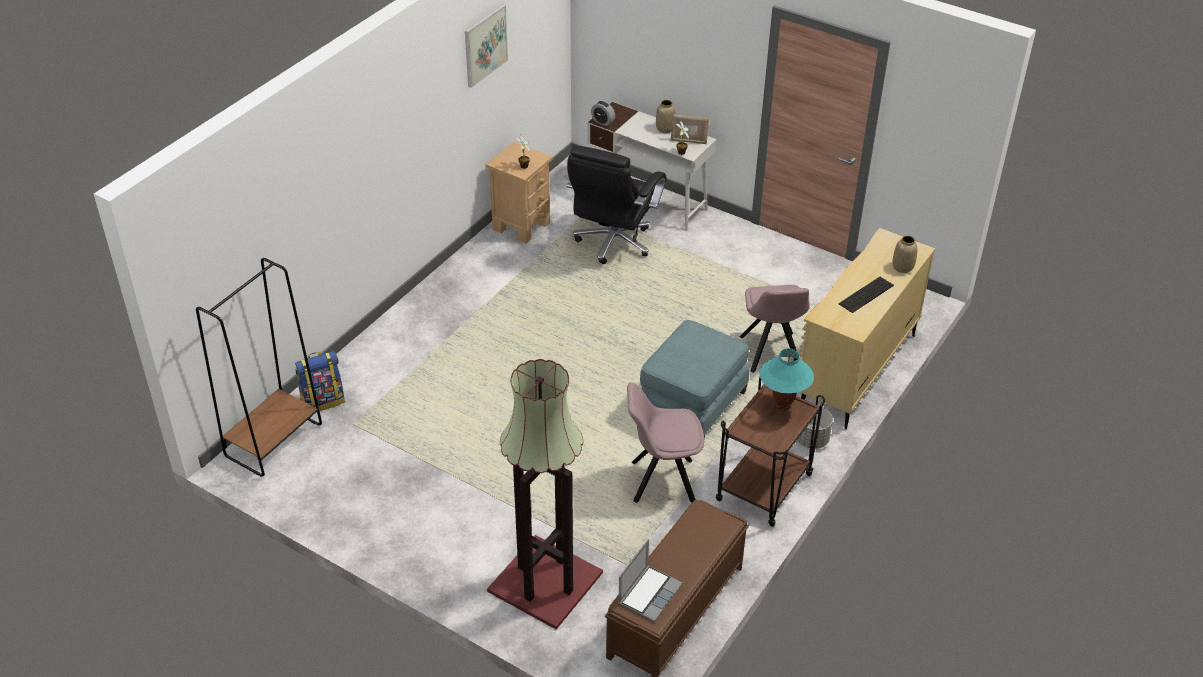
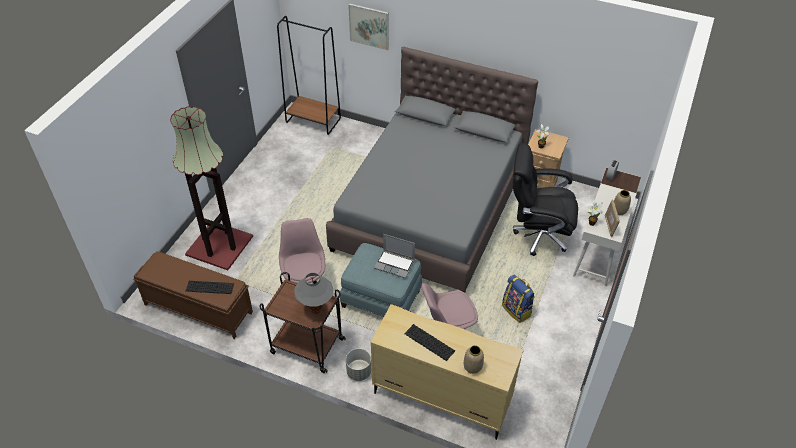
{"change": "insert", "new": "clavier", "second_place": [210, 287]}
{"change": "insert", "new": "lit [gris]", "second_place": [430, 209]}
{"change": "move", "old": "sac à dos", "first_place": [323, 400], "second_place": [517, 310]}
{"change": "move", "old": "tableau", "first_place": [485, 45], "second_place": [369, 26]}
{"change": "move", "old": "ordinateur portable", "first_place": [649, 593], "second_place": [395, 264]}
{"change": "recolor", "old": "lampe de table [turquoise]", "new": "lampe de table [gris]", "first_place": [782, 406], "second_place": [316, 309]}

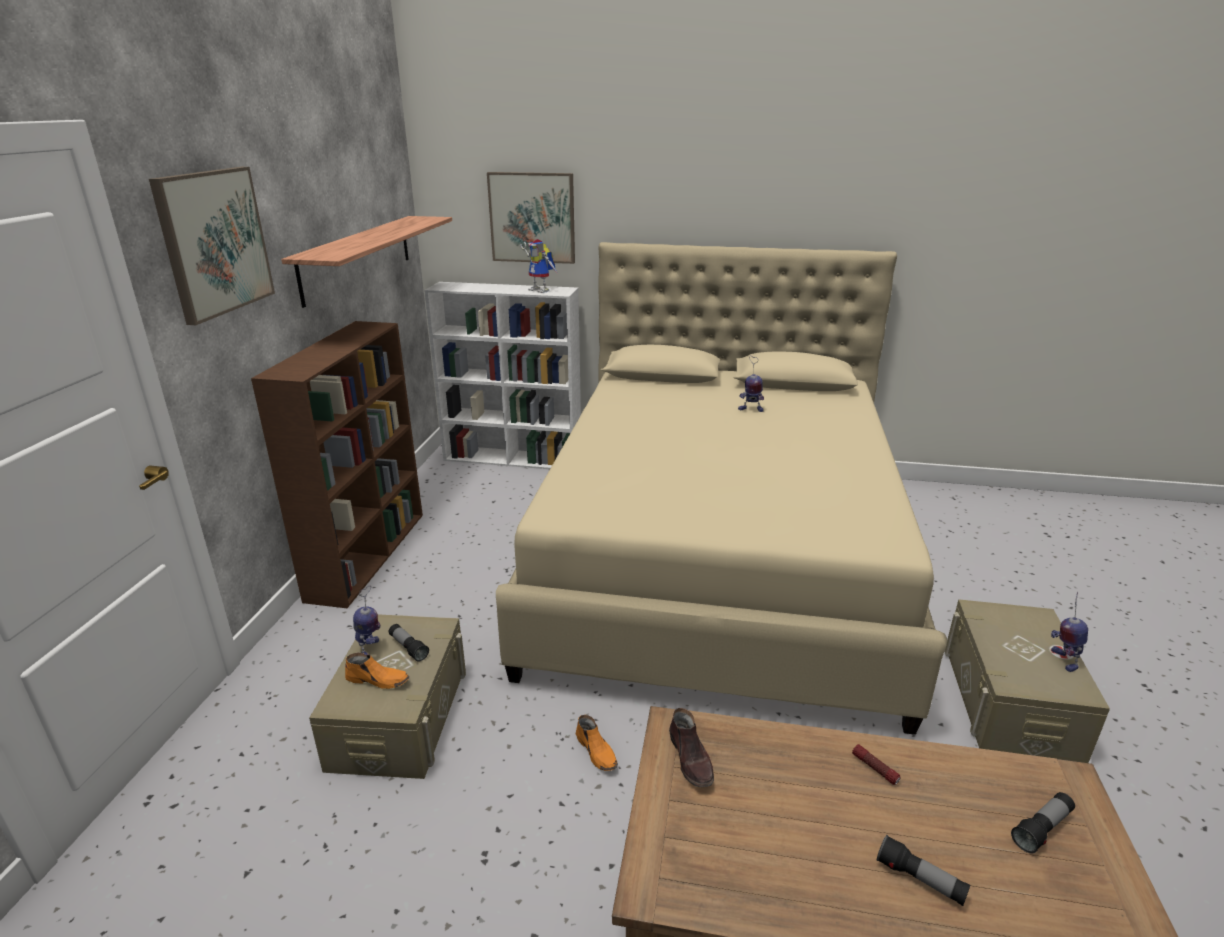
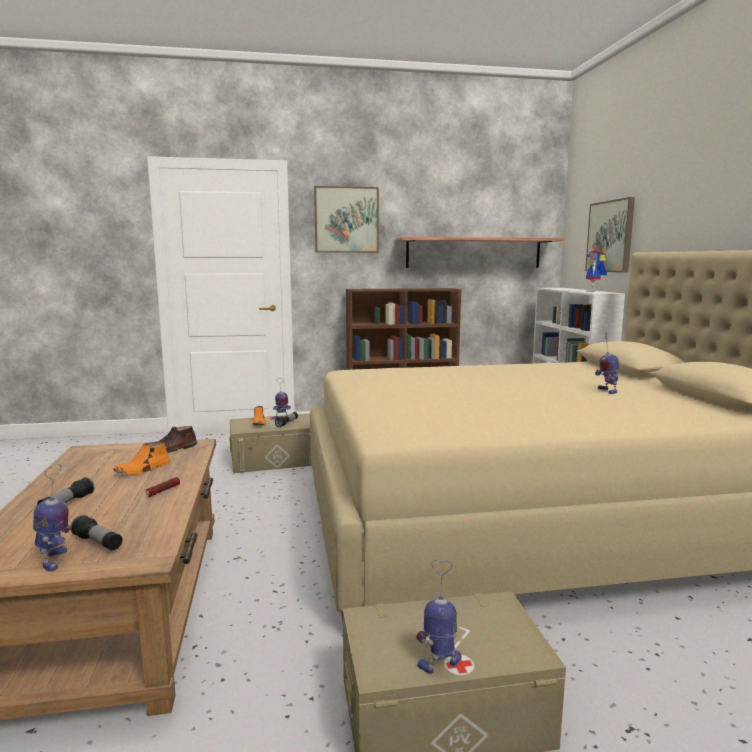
{"change": "insert", "new": "robot jouet", "second_place": [55, 561]}
{"change": "move", "old": "chaussure [orange]", "first_place": [597, 752], "second_place": [143, 469]}

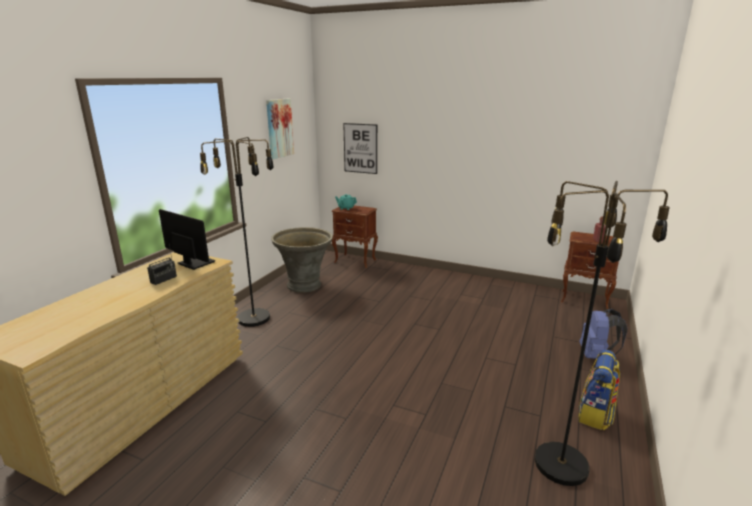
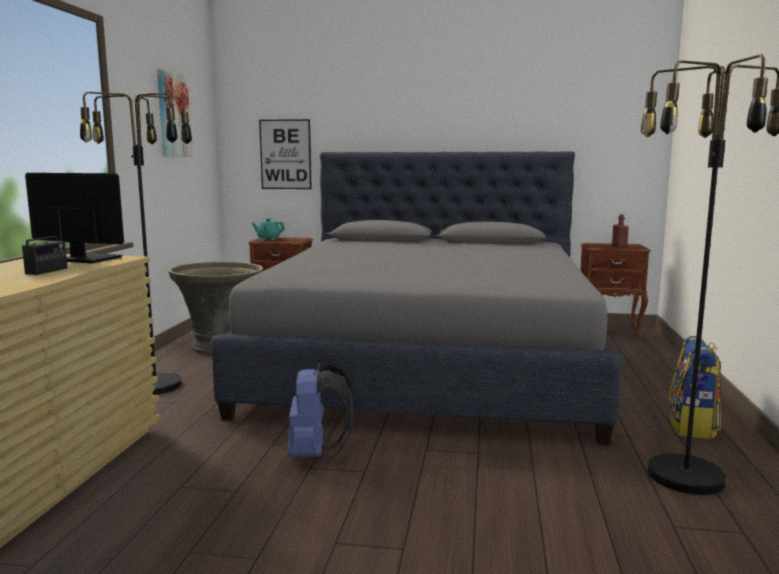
{"change": "insert", "new": "lit [gris]", "second_place": [428, 362]}
{"change": "move", "old": "sac à dos [bleu]", "first_place": [596, 356], "second_place": [316, 454]}

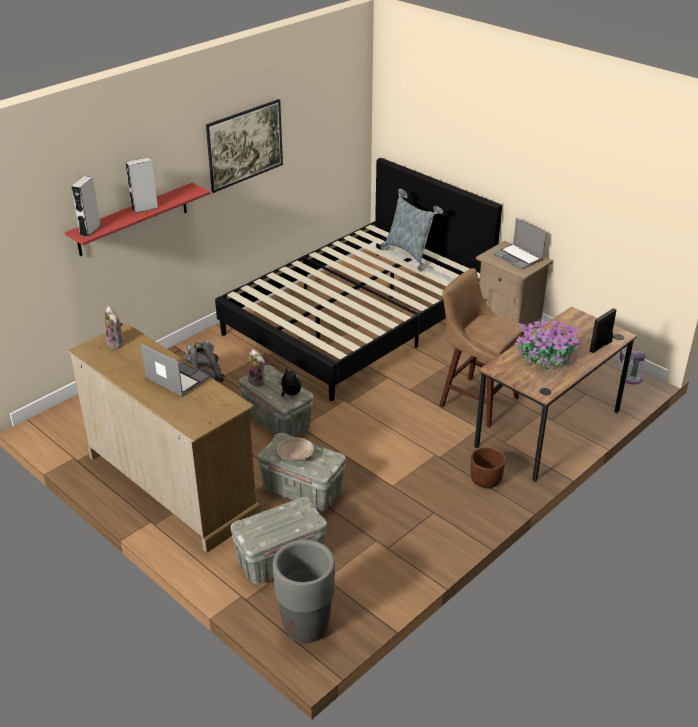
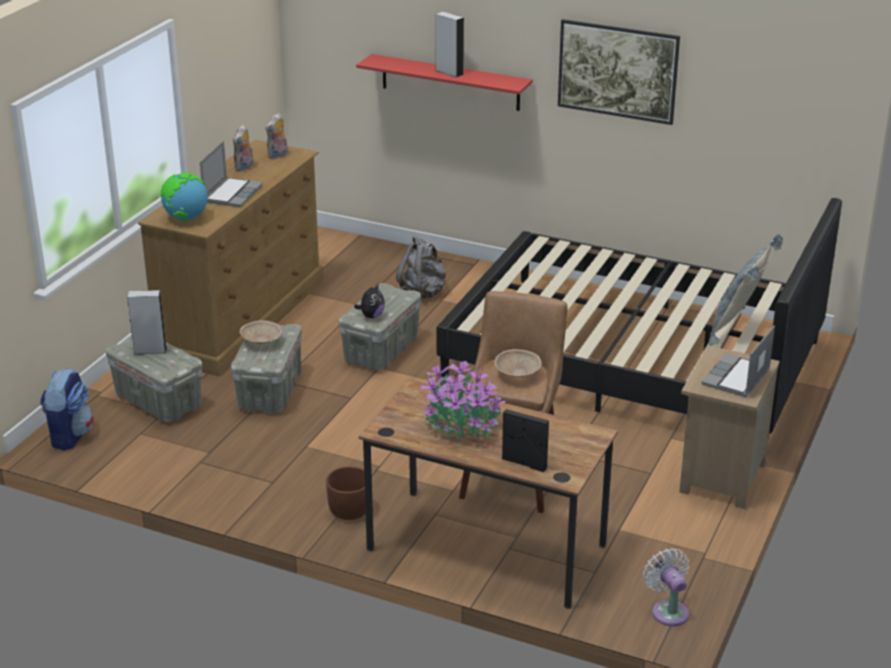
{"change": "insert", "new": "globe", "second_place": [185, 218]}
{"change": "insert", "new": "bol [beige]", "second_place": [517, 374]}
{"change": "move", "old": "enceinte [gris]", "first_place": [90, 230], "second_place": [150, 350]}
{"change": "move", "old": "peluche", "first_place": [258, 381], "second_place": [244, 167]}
{"change": "replace", "old": "cache-pot [gris]", "new": "sac à dos", "first_place": [305, 627], "second_place": [69, 436]}

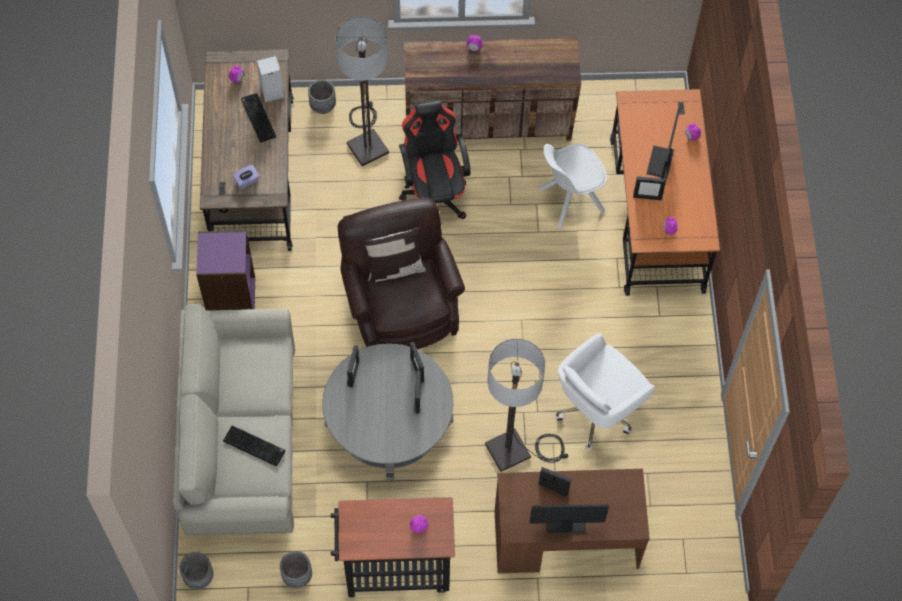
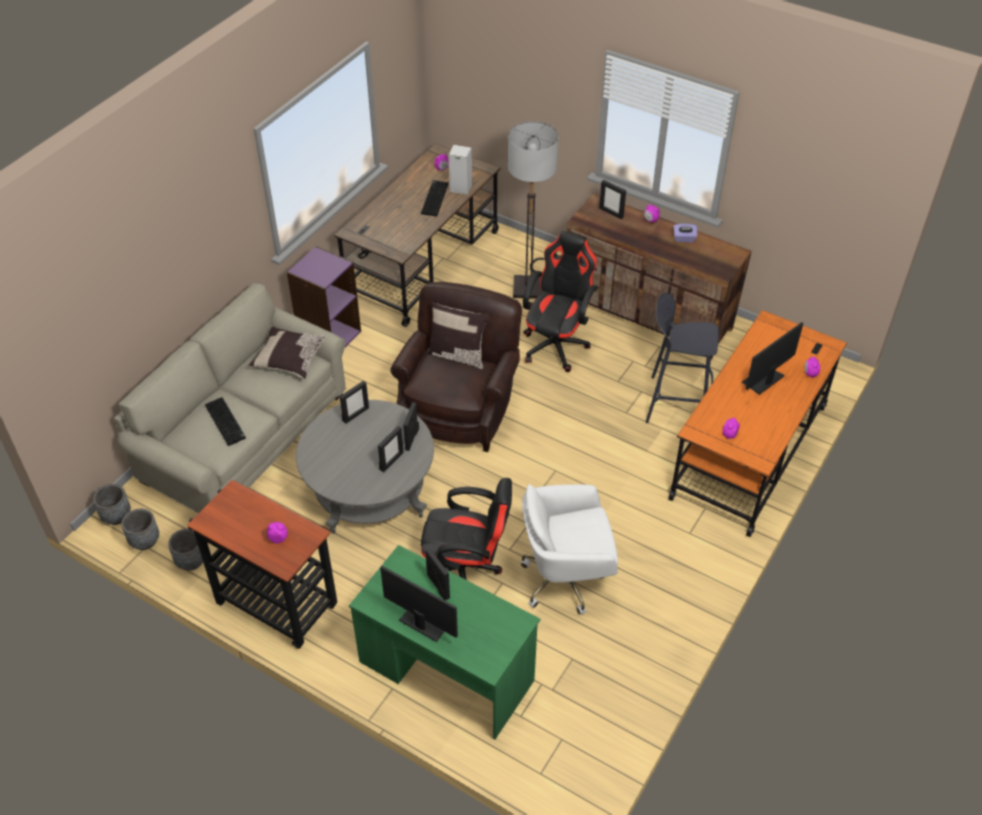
{"change": "insert", "new": "coussin", "second_place": [289, 359]}
{"change": "move", "old": "boîte à mouchoirs [violet]", "first_place": [247, 181], "second_place": [684, 239]}
{"change": "move", "old": "cache-pot [gris]", "first_place": [322, 106], "second_place": [145, 541]}
{"change": "move", "old": "cadre photo", "first_place": [647, 196], "second_place": [611, 212]}
{"change": "replace", "old": "lampadaire", "new": "chaise de bureau [noir]", "first_place": [520, 450], "second_place": [467, 572]}
{"change": "replace", "old": "chaise [blanc]", "new": "tabouret [gris]", "first_place": [570, 200], "second_place": [674, 403]}
{"change": "recolor", "old": "bureau [marron]", "new": "bureau [vert]", "first_place": [565, 539], "second_place": [446, 671]}

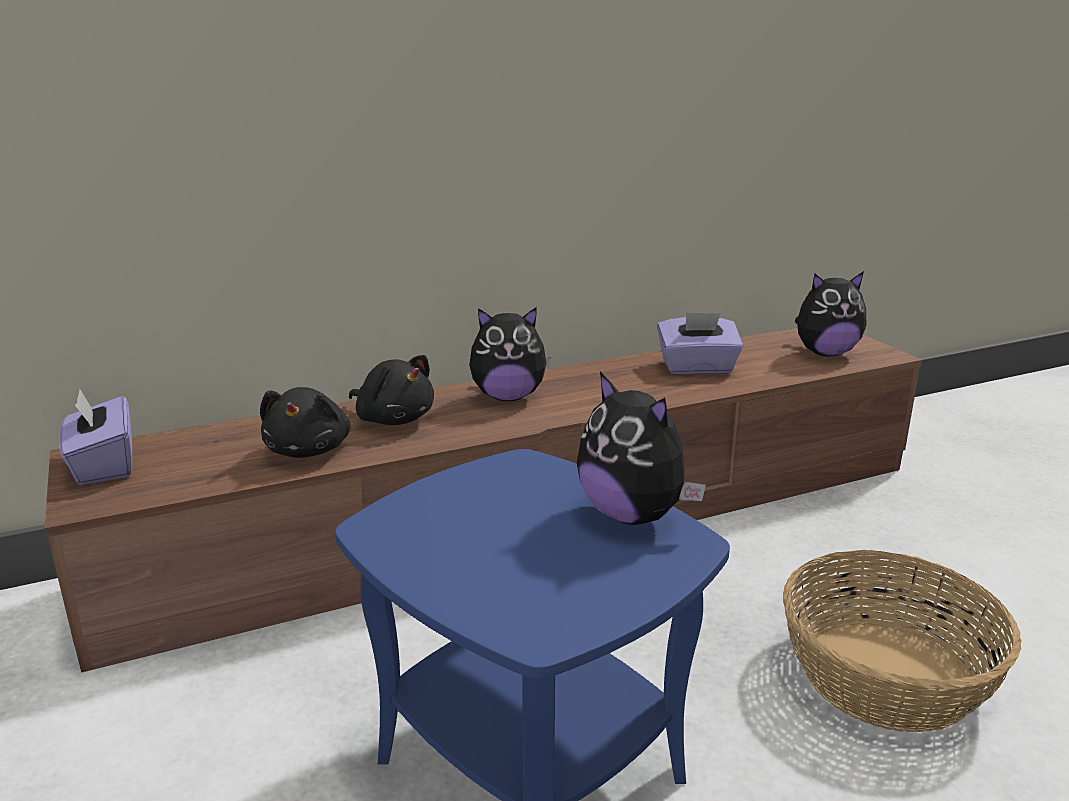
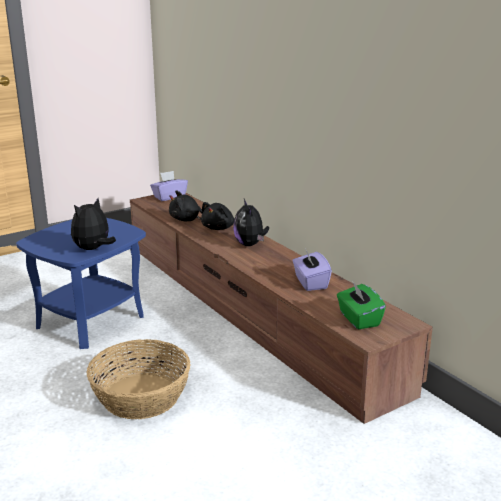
{"change": "replace", "old": "peluche", "new": "boîte à mouchoirs [vert]", "first_place": [825, 353], "second_place": [358, 319]}

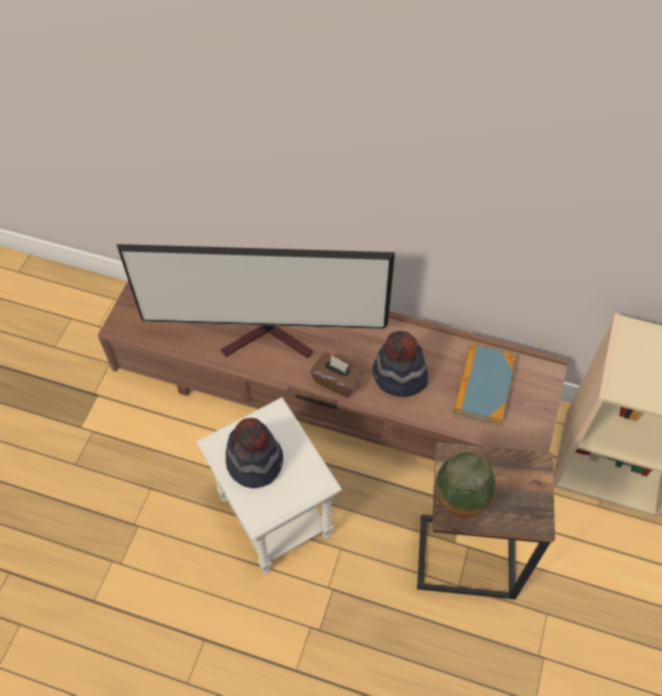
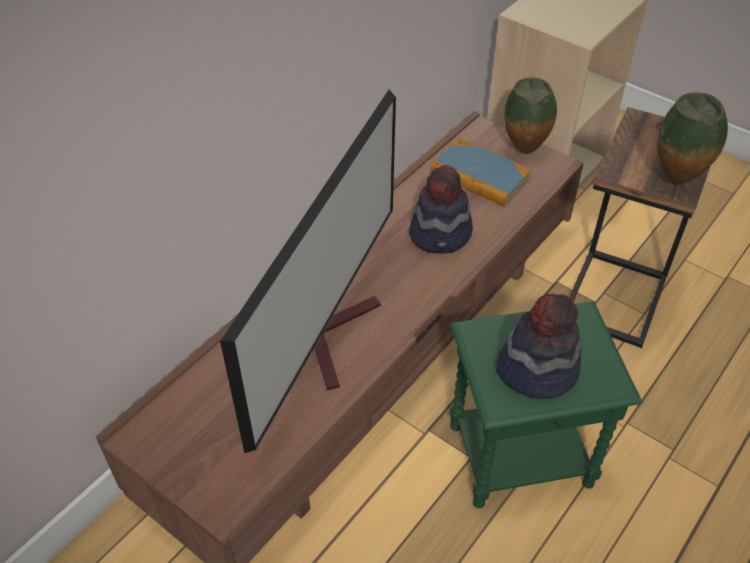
{"change": "delete", "old": "boîte à mouchoirs [marron]", "first_place": [337, 381]}
{"change": "insert", "new": "vase", "second_place": [524, 152]}
{"change": "recolor", "old": "table d'appoint [blanc]", "new": "table d'appoint [vert]", "first_place": [277, 514], "second_place": [519, 451]}

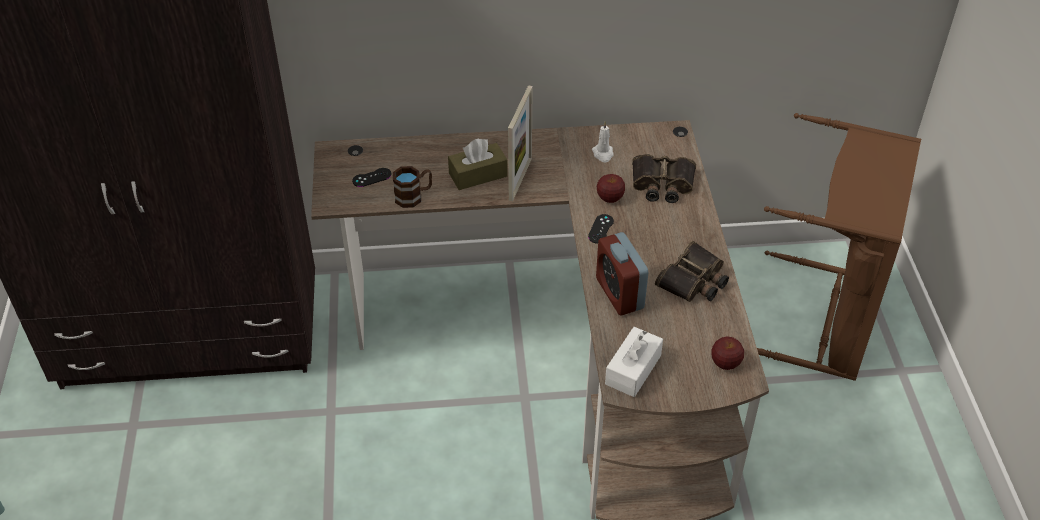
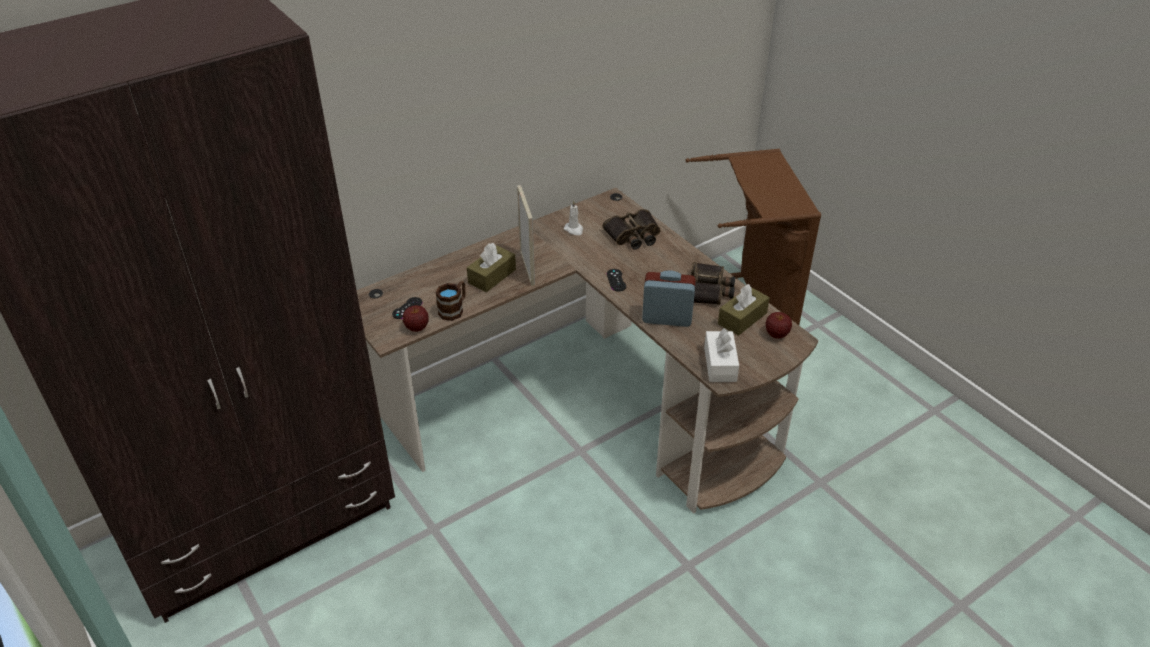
{"change": "insert", "new": "boîte à mouchoirs [marron]", "second_place": [742, 318]}
{"change": "move", "old": "pomme", "first_place": [610, 198], "second_place": [416, 327]}
{"change": "rotate", "old": "réveil", "first_place": [619, 293], "second_place": [667, 318], "degrees": 150}

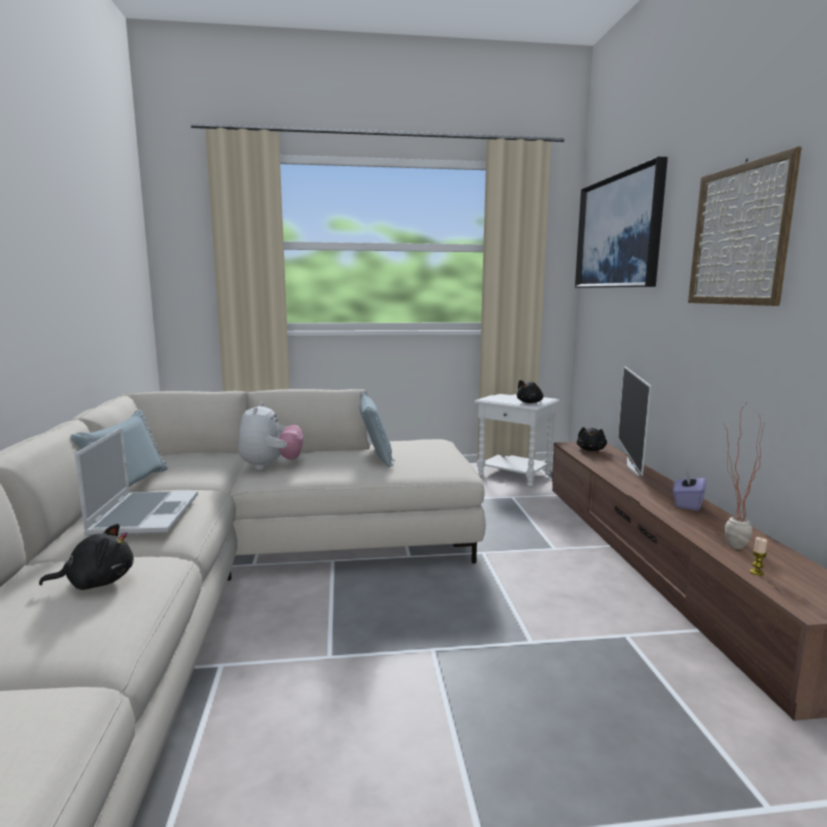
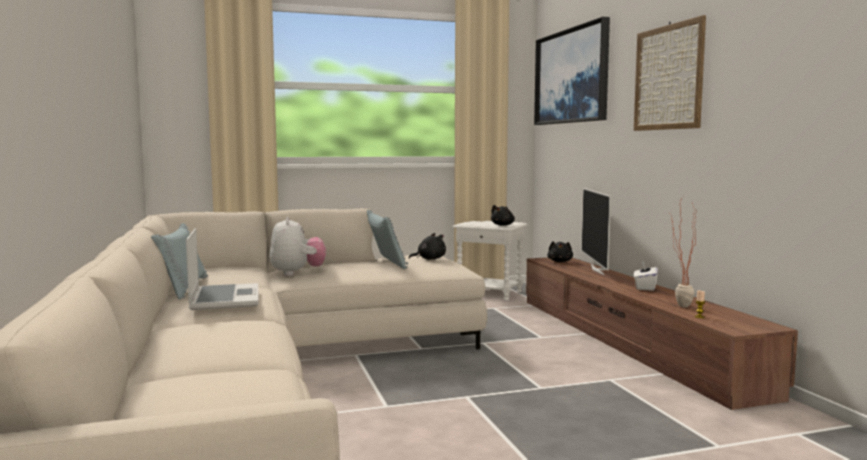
{"change": "move", "old": "peluche [noir]", "first_place": [97, 582], "second_place": [429, 259]}
{"change": "recolor", "old": "boîte à mouchoirs [violet]", "new": "boîte à mouchoirs [blanc]", "first_place": [687, 504], "second_place": [645, 287]}

